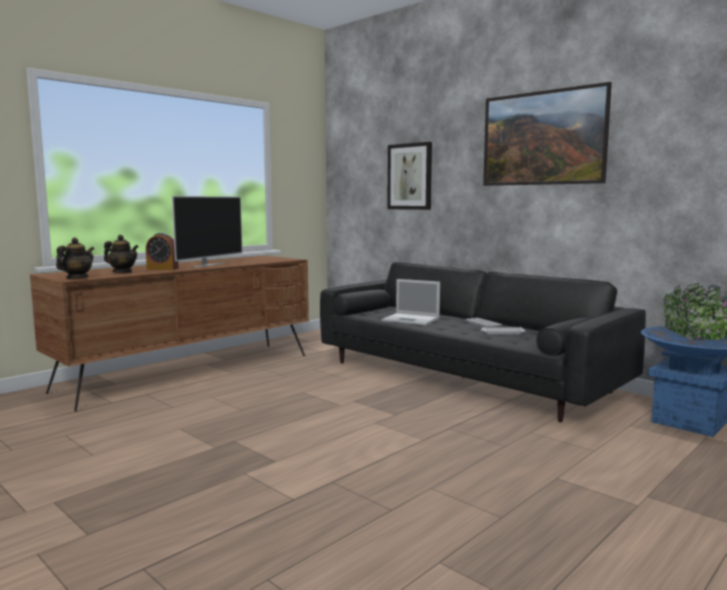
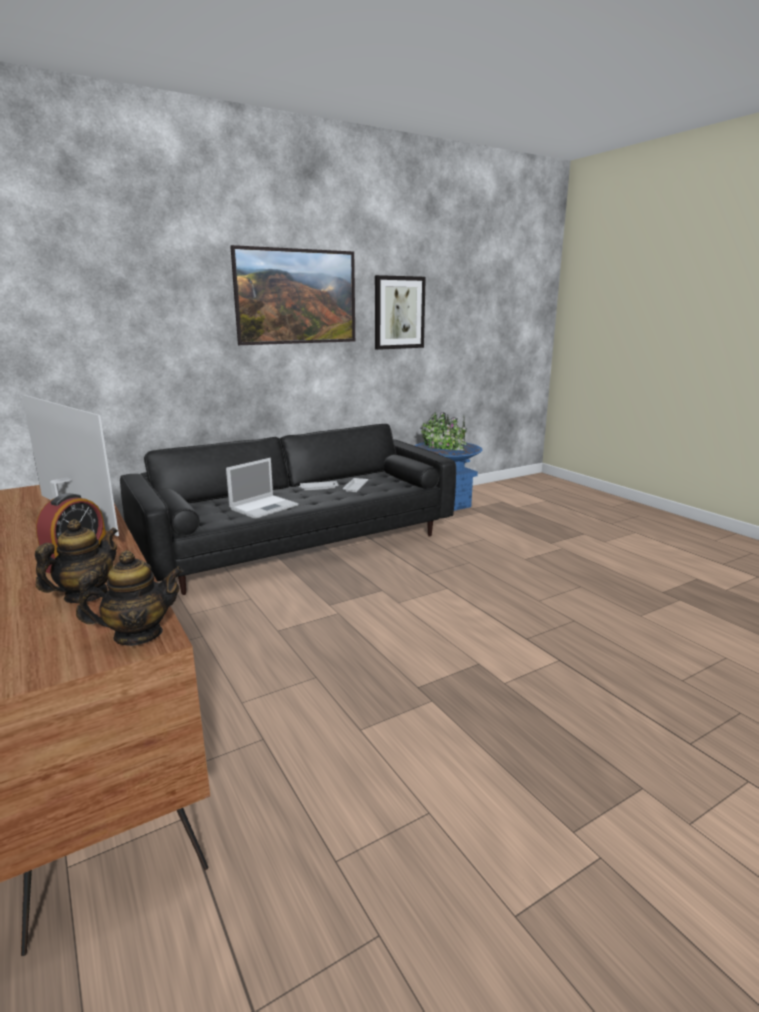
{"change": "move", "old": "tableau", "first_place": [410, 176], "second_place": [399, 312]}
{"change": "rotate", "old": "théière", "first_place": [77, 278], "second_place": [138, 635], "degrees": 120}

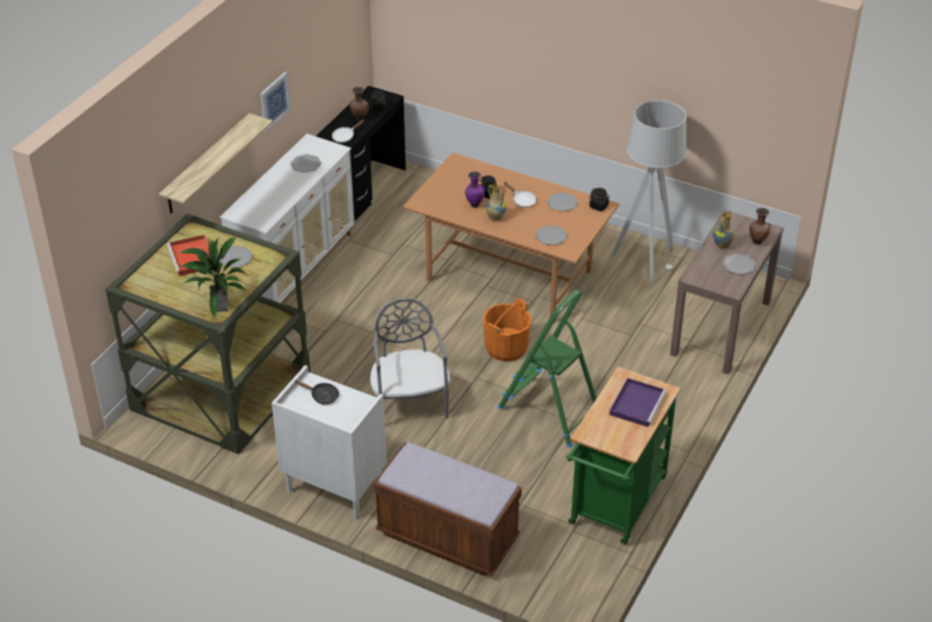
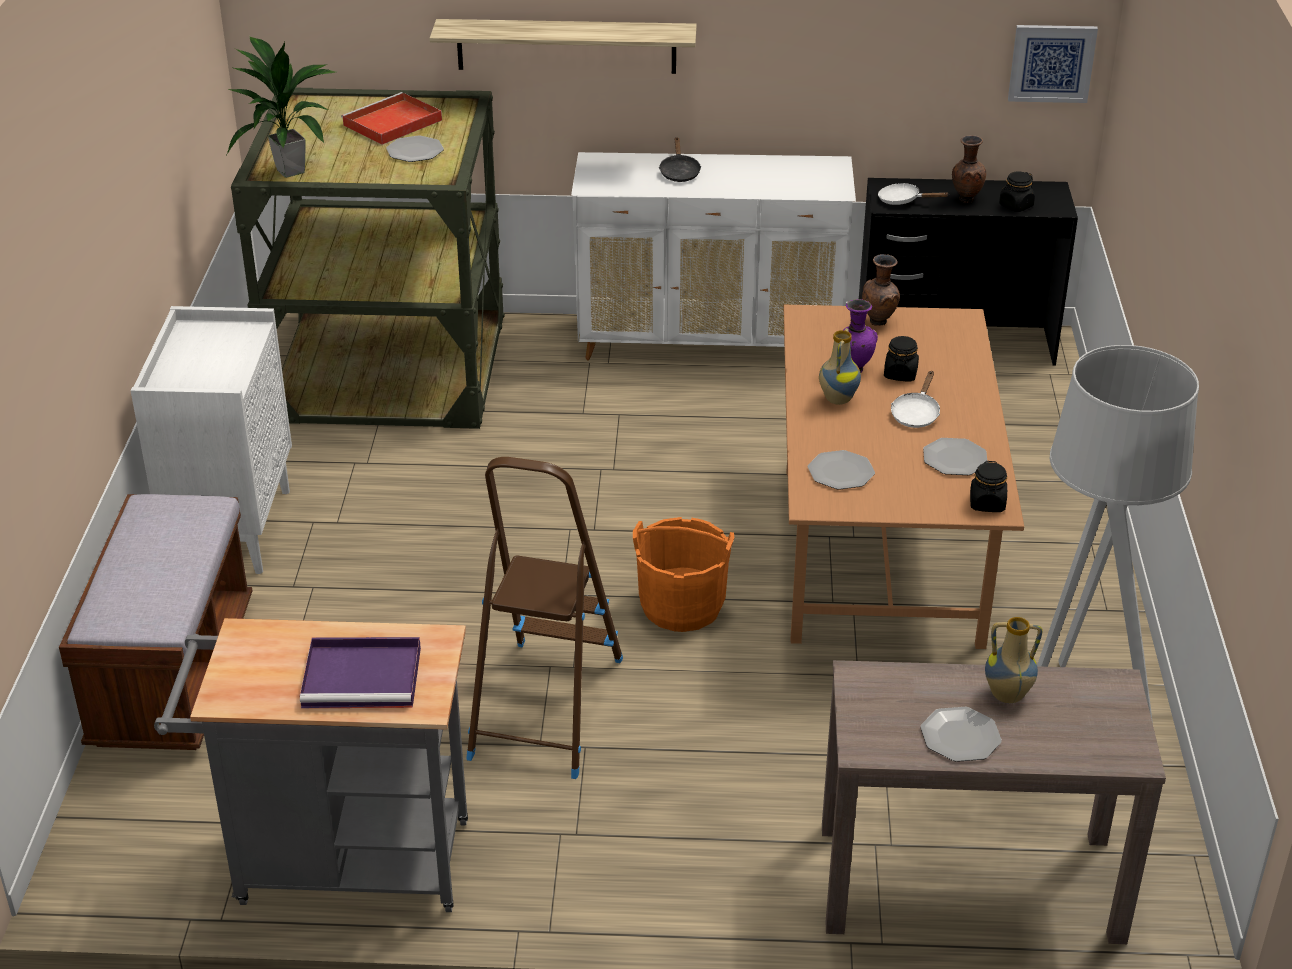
{"change": "delete", "old": "assiette", "first_place": [306, 164]}
{"change": "delete", "old": "chaise [gris]", "first_place": [410, 402]}
{"change": "move", "old": "tableau", "first_place": [274, 101], "second_place": [1051, 63]}
{"change": "move", "old": "poêle [noir]", "first_place": [322, 396], "second_place": [679, 172]}
{"change": "move", "old": "vase [marron]", "first_place": [757, 242], "second_place": [879, 322]}
{"change": "recolor", "old": "escabeau [vert]", "new": "escabeau [marron]", "first_place": [548, 411], "second_place": [547, 705]}
{"change": "recolor", "old": "chariot [vert]", "new": "chariot [gris]", "first_place": [615, 506], "second_place": [339, 863]}

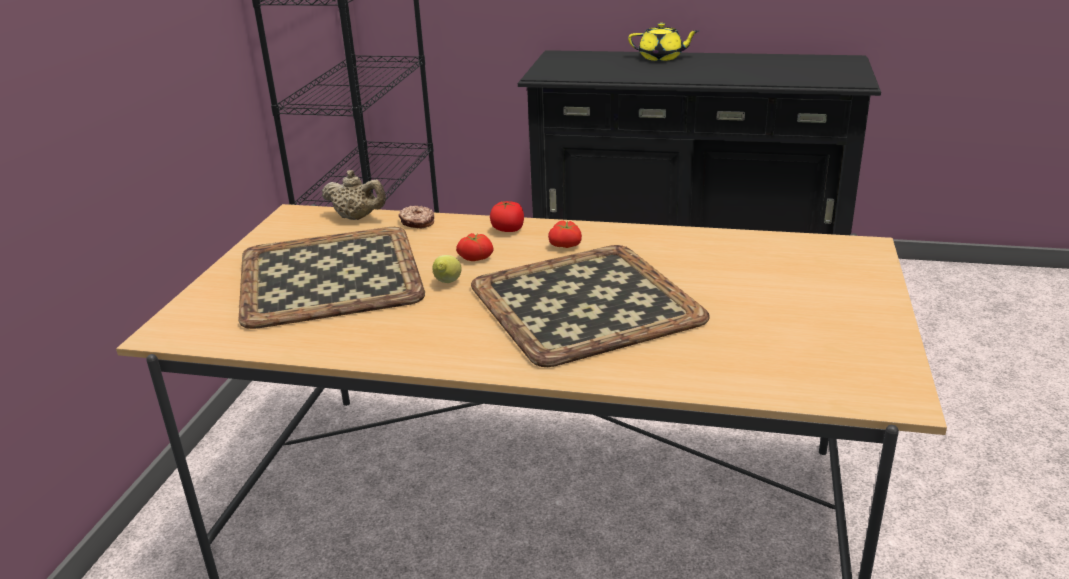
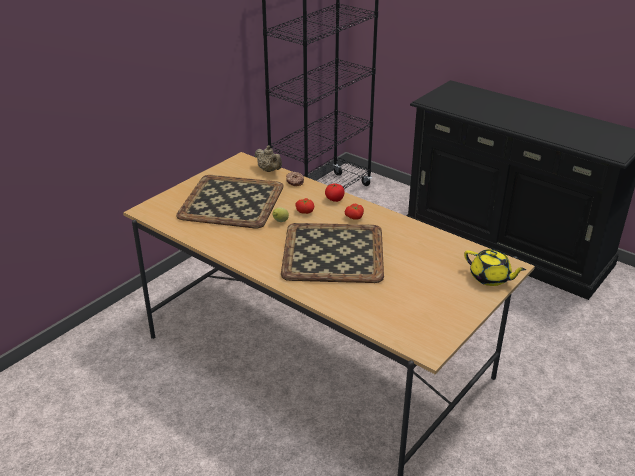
{"change": "move", "old": "théière [jaune]", "first_place": [661, 57], "second_place": [490, 278]}

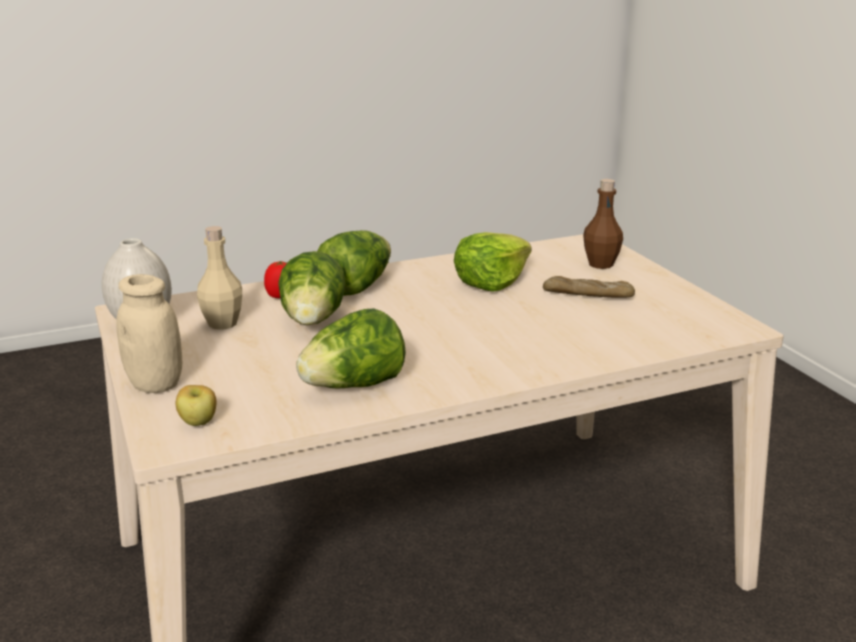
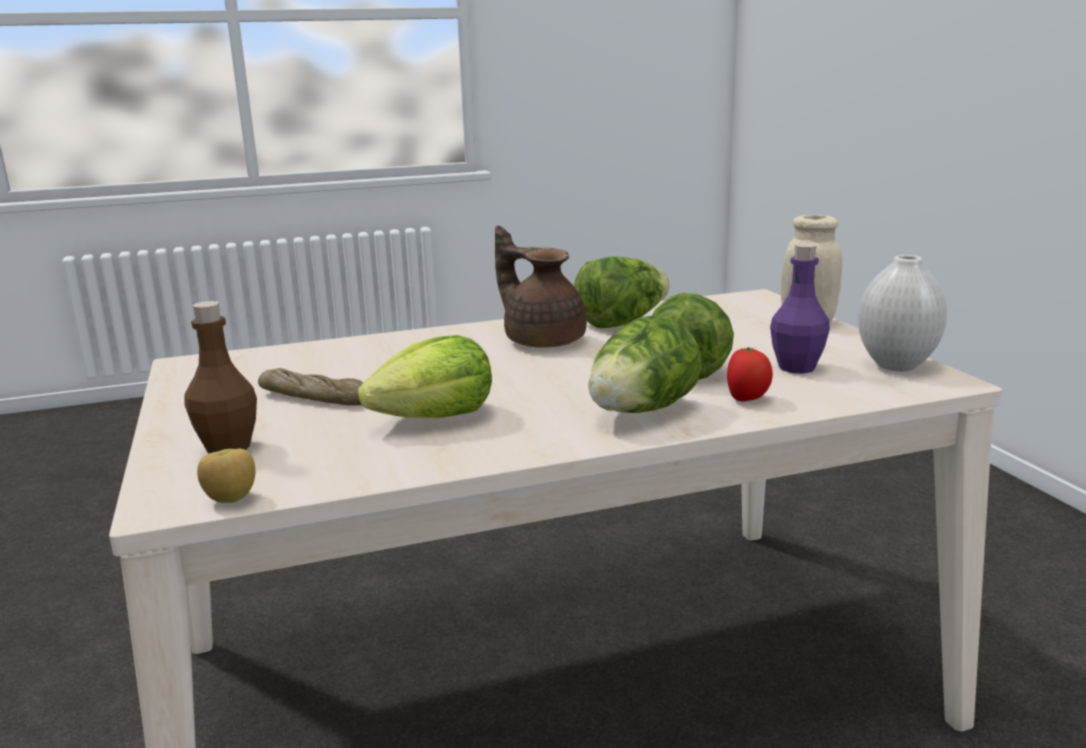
{"change": "insert", "new": "théière [marron]", "second_place": [542, 340]}
{"change": "move", "old": "pomme", "first_place": [198, 423], "second_place": [231, 499]}
{"change": "recolor", "old": "bouteille [beige]", "new": "bouteille [violet]", "first_place": [222, 323], "second_place": [796, 367]}

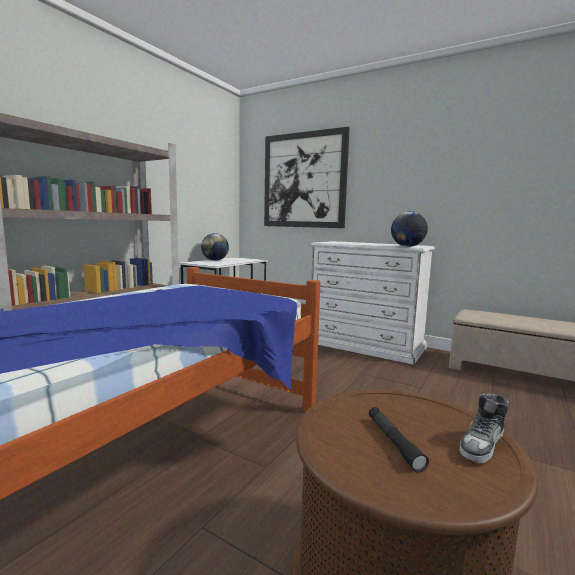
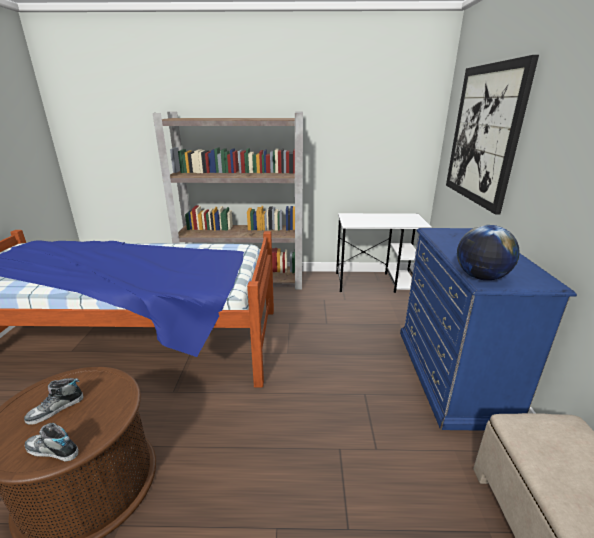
{"change": "delete", "old": "globe", "first_place": [215, 260]}
{"change": "replace", "old": "lampe de poche [noir]", "new": "chaussure", "first_place": [393, 442], "second_place": [56, 409]}
{"change": "recolor", "old": "commode [blanc]", "new": "commode [bleu]", "first_place": [366, 345], "second_place": [453, 374]}

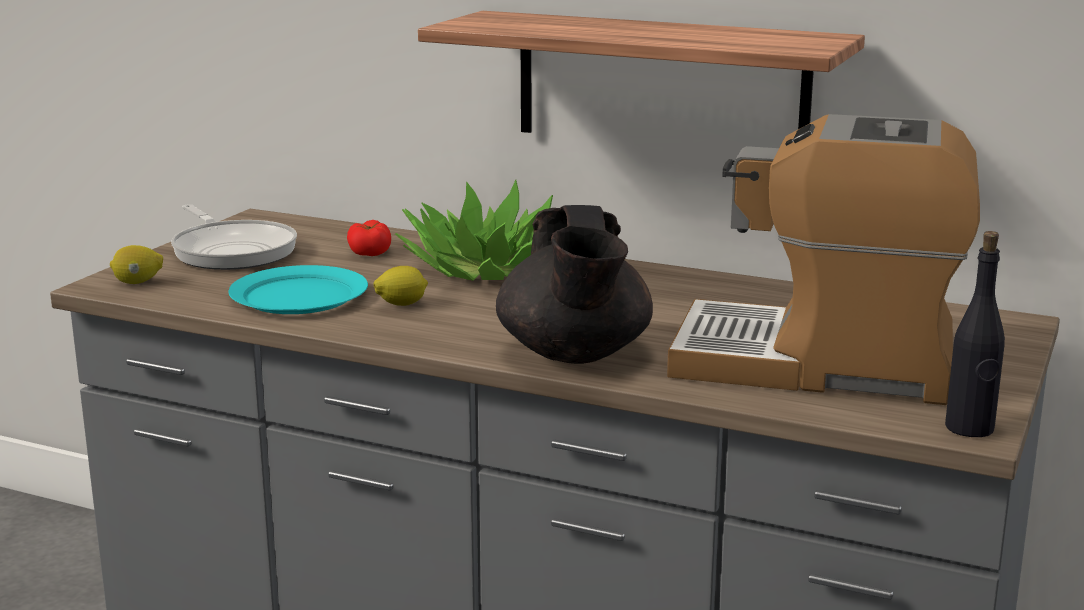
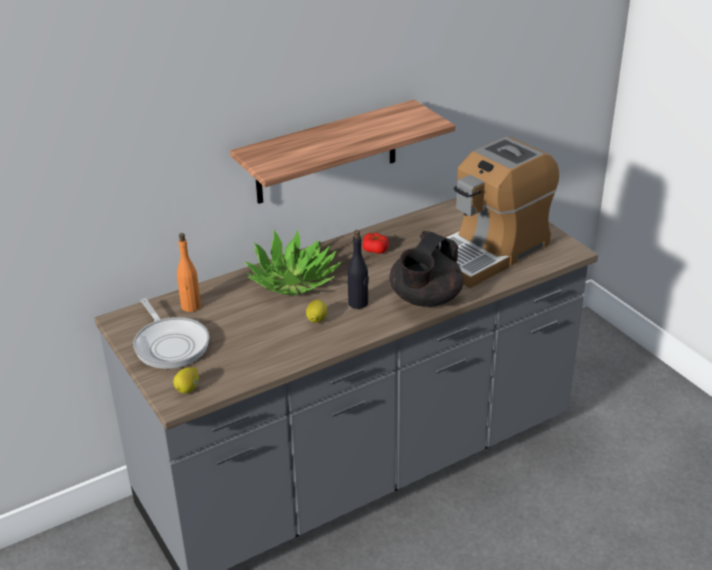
{"change": "delete", "old": "assiette [turquoise]", "first_place": [298, 296]}
{"change": "insert", "new": "bouteille [orange]", "second_place": [190, 306]}
{"change": "move", "old": "tomate", "first_place": [370, 252], "second_place": [375, 249]}
{"change": "move", "old": "bouteille [noir]", "first_place": [970, 428], "second_place": [358, 303]}
{"change": "rotate", "old": "poêle", "first_place": [232, 251], "second_place": [170, 344], "degrees": 60}
{"change": "rotate", "old": "théière [noir]", "first_place": [574, 355], "second_place": [425, 299], "degrees": 90}

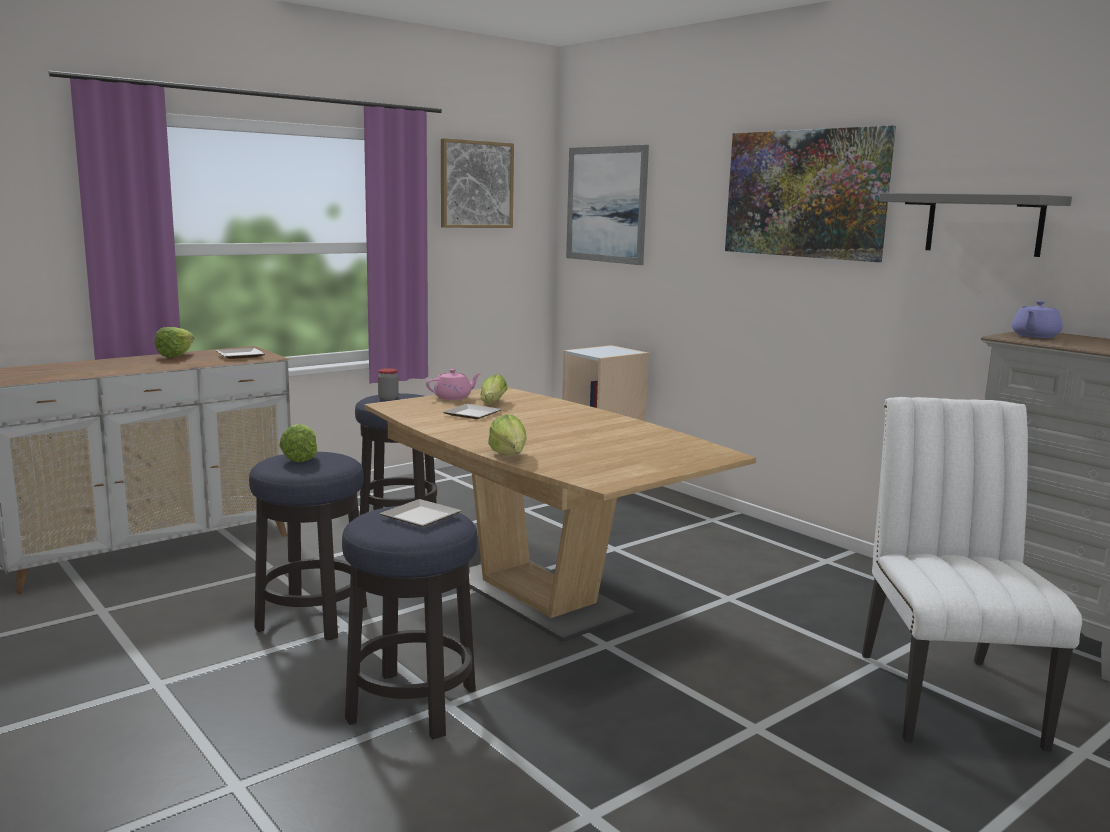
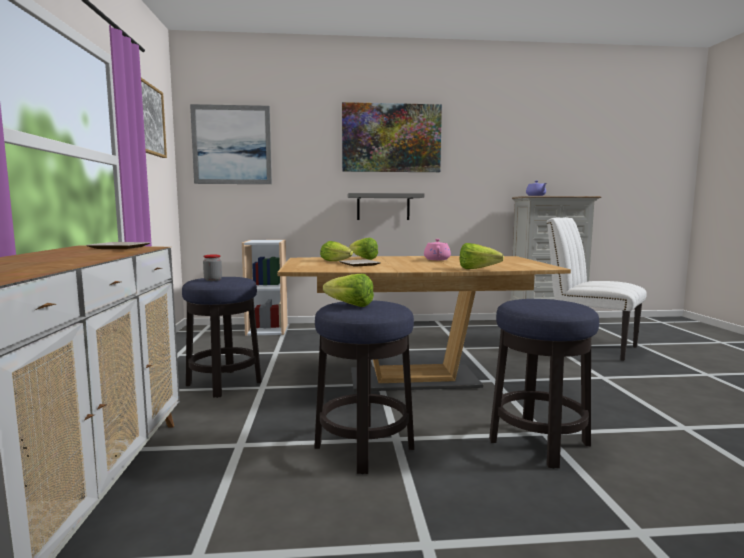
{"change": "delete", "old": "assiette", "first_place": [423, 517]}
{"change": "move", "old": "laitue", "first_place": [179, 355], "second_place": [362, 258]}
{"change": "move", "old": "théière [rose]", "first_place": [453, 397], "second_place": [437, 259]}
{"change": "move", "old": "étagère [gris]", "first_place": [984, 224], "second_place": [383, 207]}

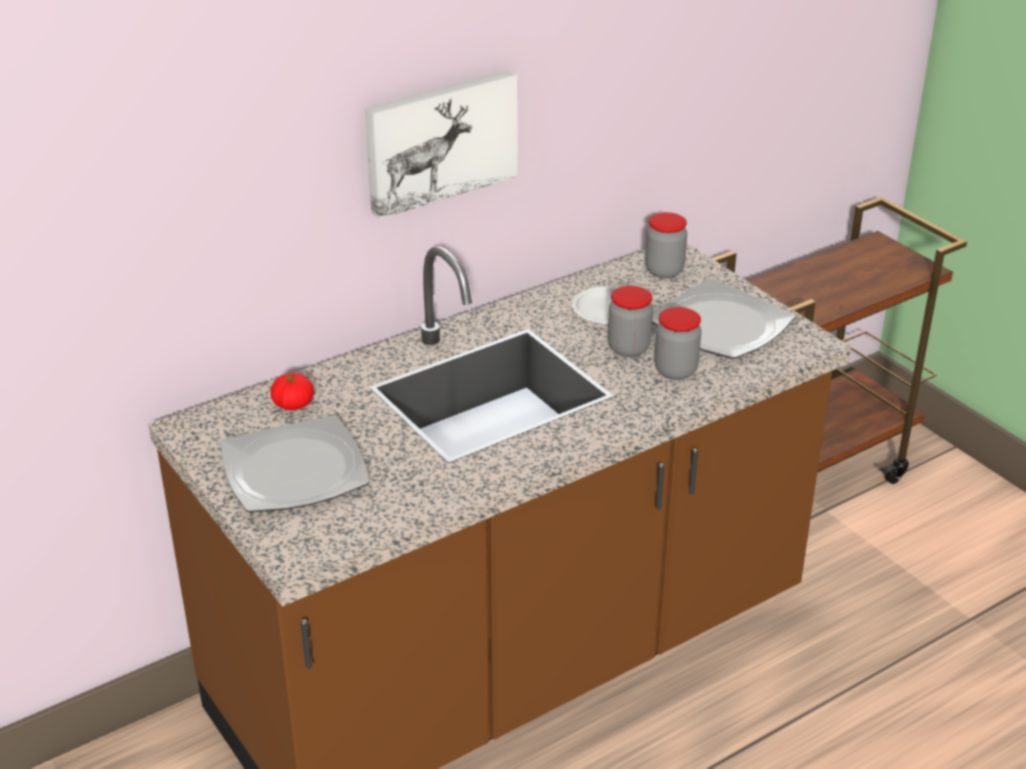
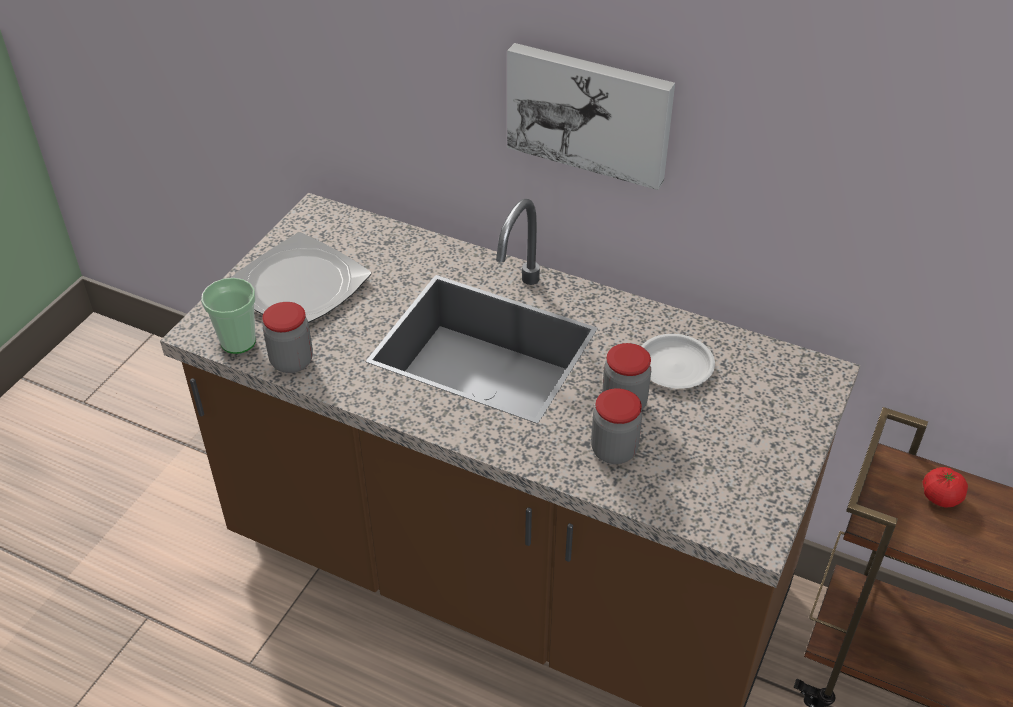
{"change": "delete", "old": "assiette", "first_place": [722, 325]}
{"change": "insert", "new": "tasse", "second_place": [238, 342]}
{"change": "move", "old": "tomate", "first_place": [293, 404], "second_place": [940, 497]}
{"change": "move", "old": "bocal", "first_place": [664, 271], "second_place": [292, 361]}

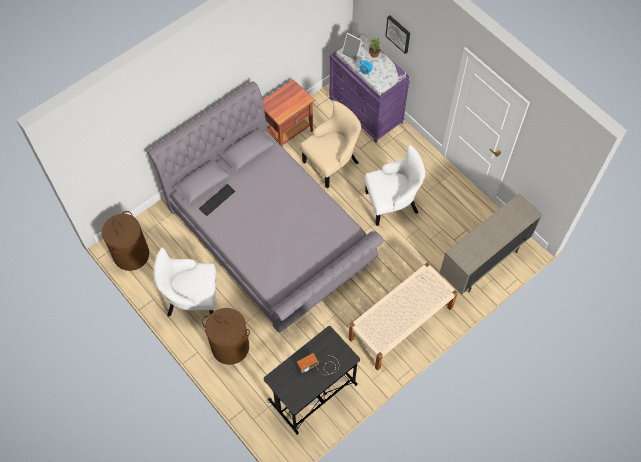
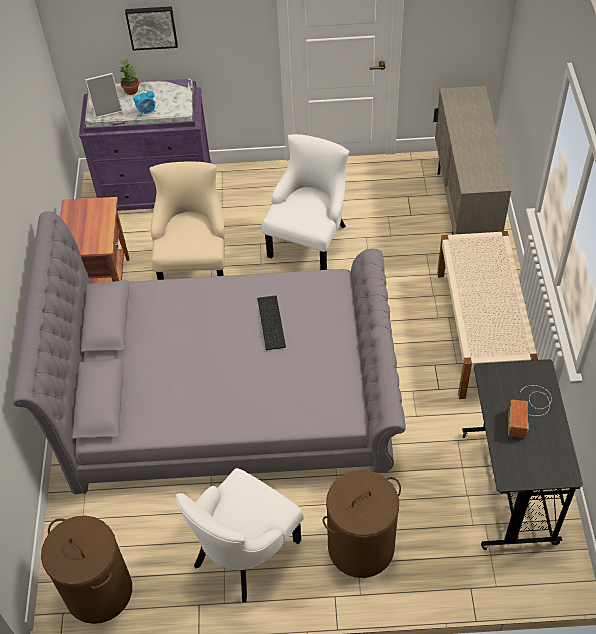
{"change": "move", "old": "clavier", "first_place": [217, 199], "second_place": [270, 322]}

